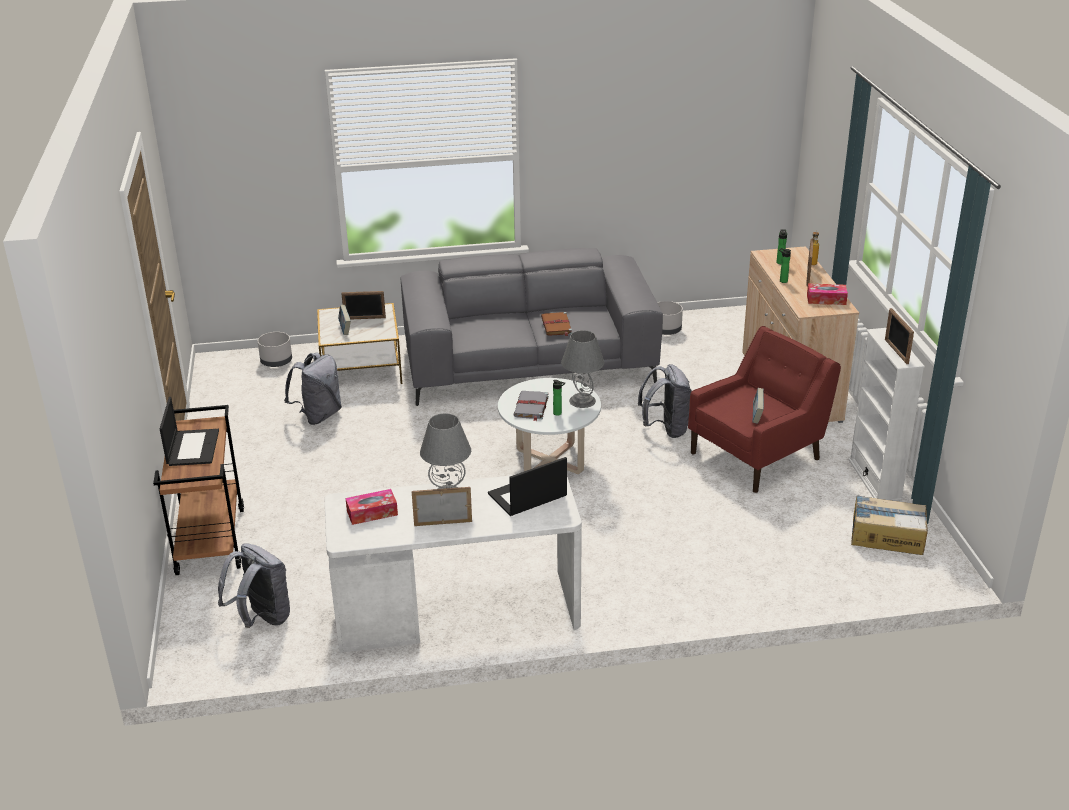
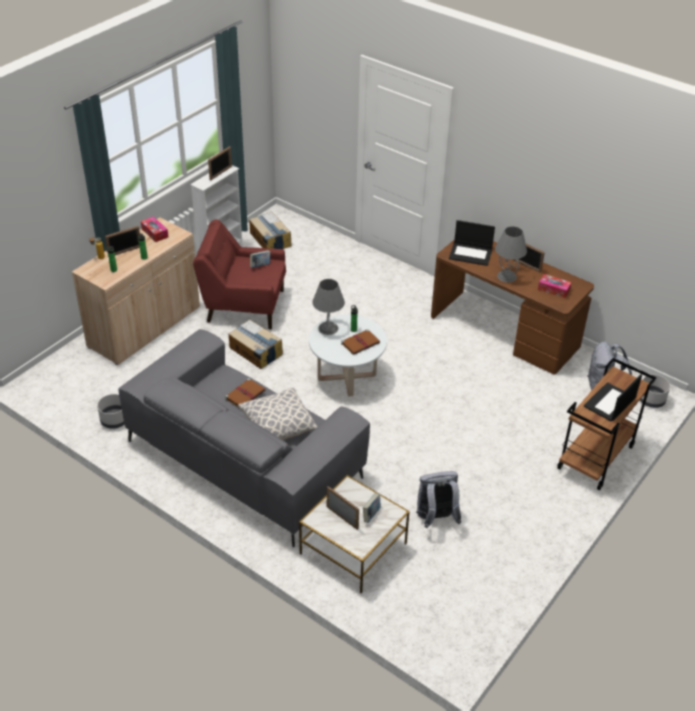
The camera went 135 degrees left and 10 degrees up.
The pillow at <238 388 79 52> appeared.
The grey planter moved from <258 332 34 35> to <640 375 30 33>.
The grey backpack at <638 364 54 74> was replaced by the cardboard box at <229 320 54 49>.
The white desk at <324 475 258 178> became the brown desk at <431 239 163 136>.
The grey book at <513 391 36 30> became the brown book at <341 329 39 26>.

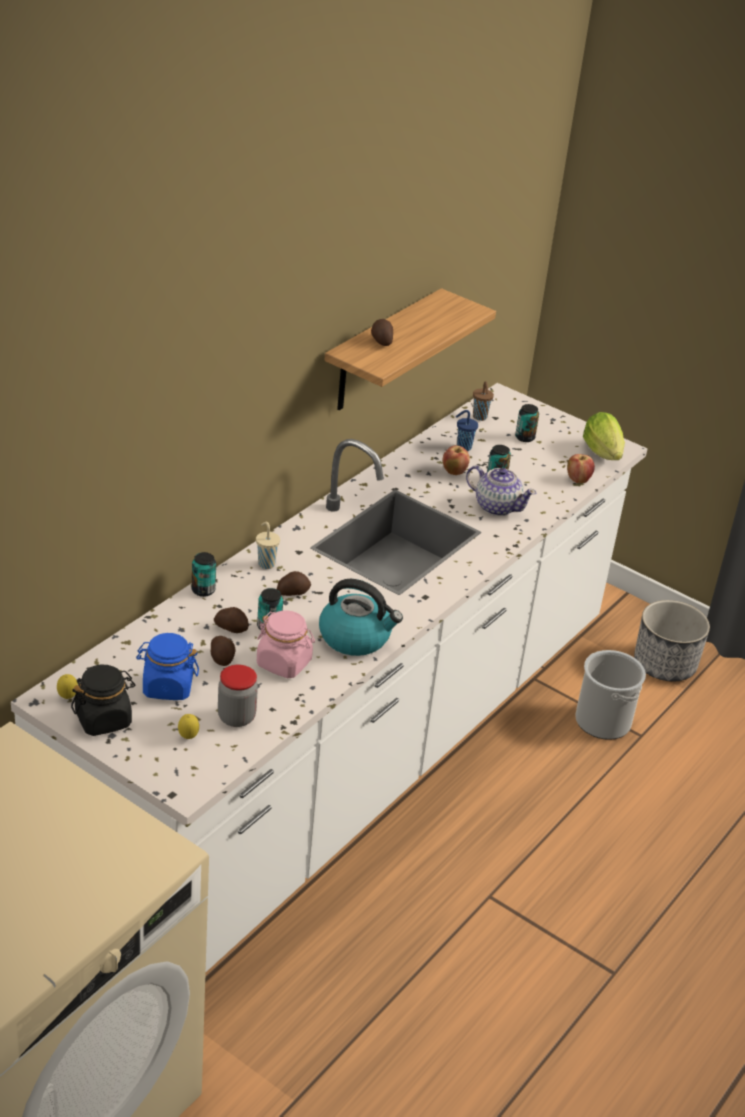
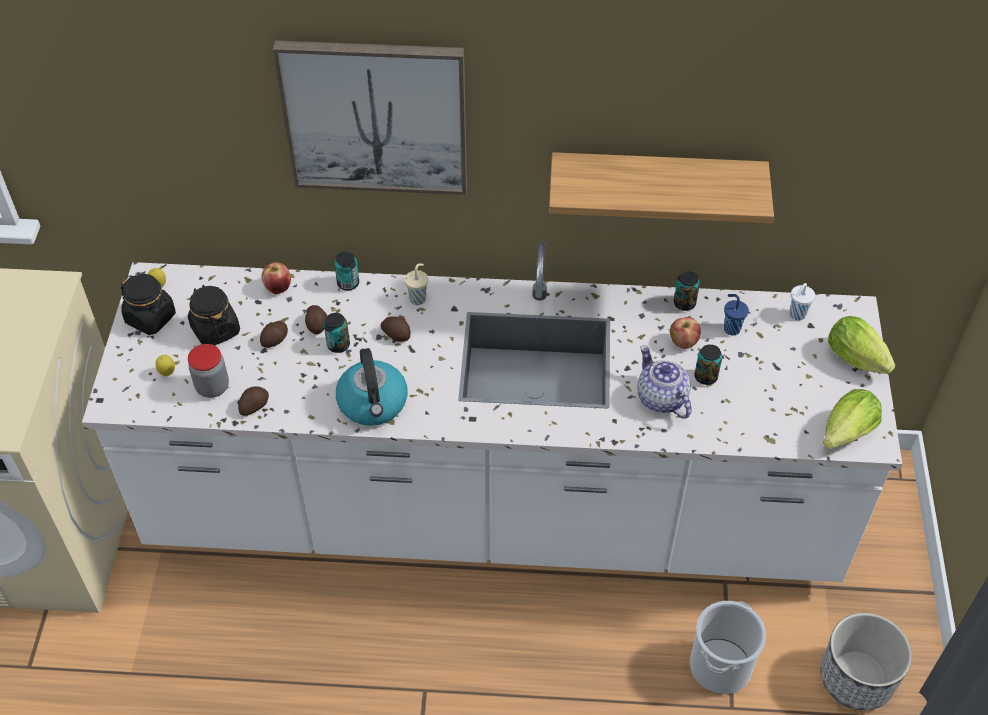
The camera went 60 degrees right and 15 degrees up.
The pink jar at <257 610 58 68> disappeared.
The picture at <273 40 194 155> appeared.
The lettuce at <828 316 68 58> appeared.
The potato moved from <371 319 22 27> to <238 386 31 30>.
The can moved from <515 404 24 38> to <674 271 26 40>.
The apple moved from <567 454 28 29> to <261 262 30 32>.
The blue jar at <136 633 63 67> became the black jar at <188 285 52 61>.
The brown cup at <473 381 21 40> became the white cup at <790 283 25 37>.
The teapot at <466 465 70 51> turned 150 degrees clockwise.

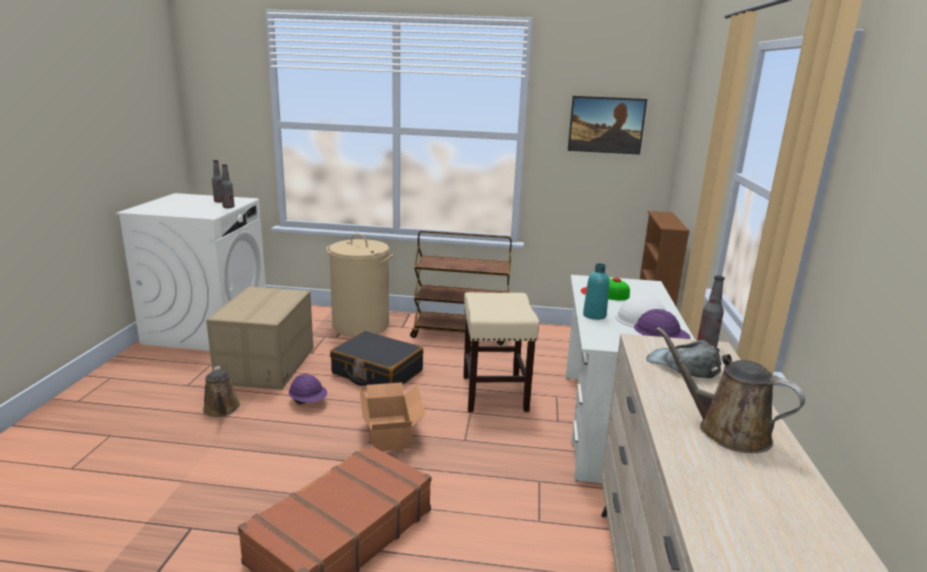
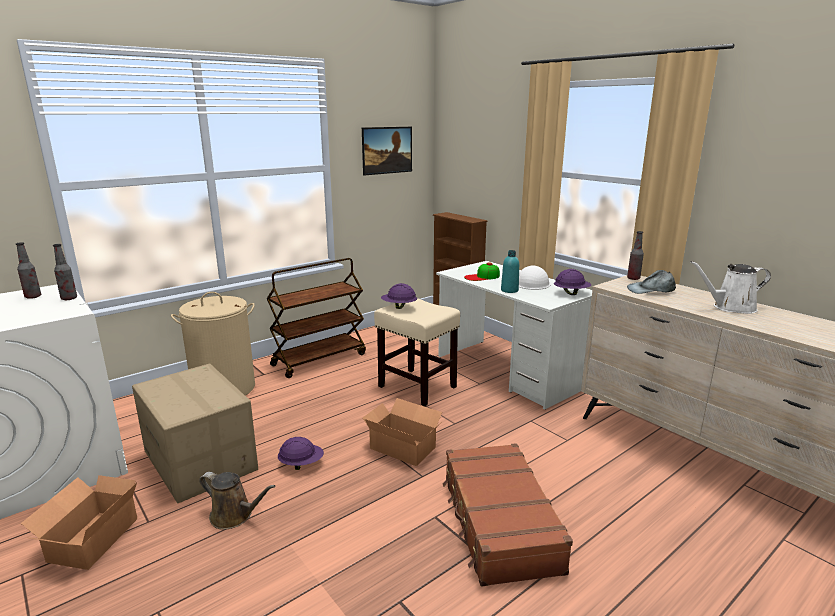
The camera went 45 degrees left and 0 degrees up.
The black suitcase at <330 331 93 55> disappeared.
The cardboard box at <21 475 116 95> appeared.
The purple hard hat at <381 283 36 26> appeared.
The brown watering can at <656 327 149 126> became the white watering can at <690 261 81 53>.

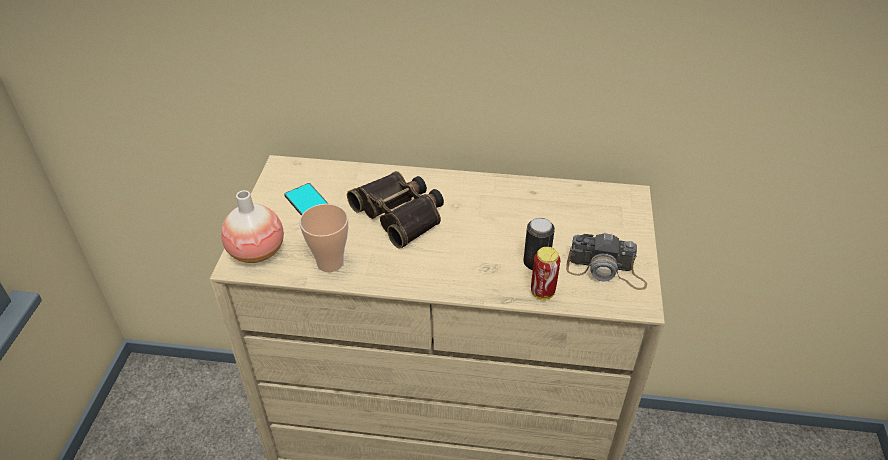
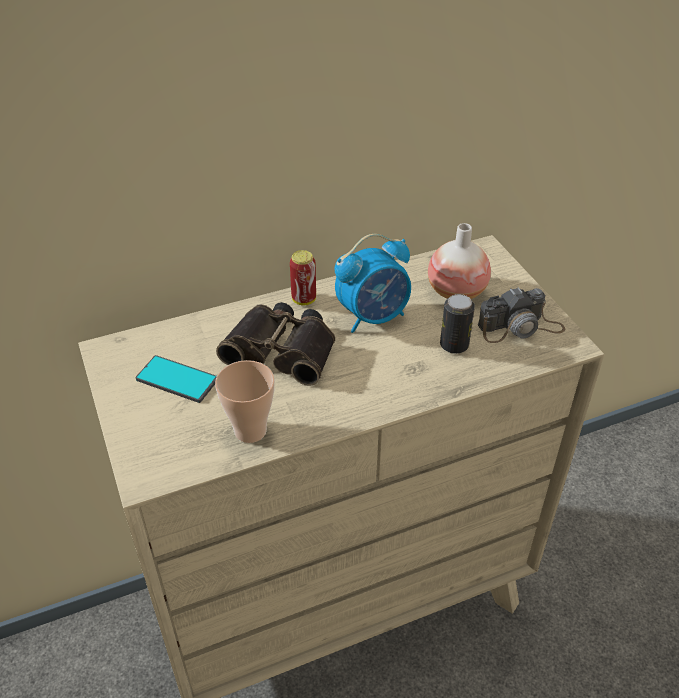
The camera went 30 degrees left and 0 degrees up.
The alarm clock at <335 234 76 99> appeared.
The vase moved from <221 190 63 73> to <428 223 63 76>.
The can moved from <531 247 29 53> to <290 250 26 55>.

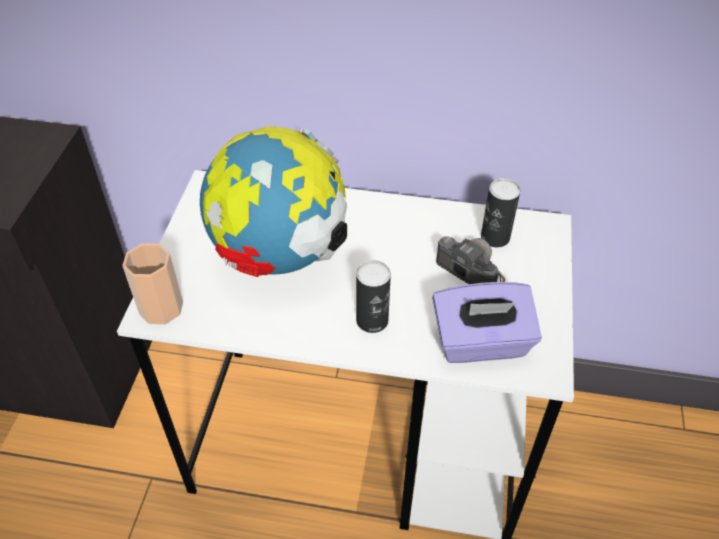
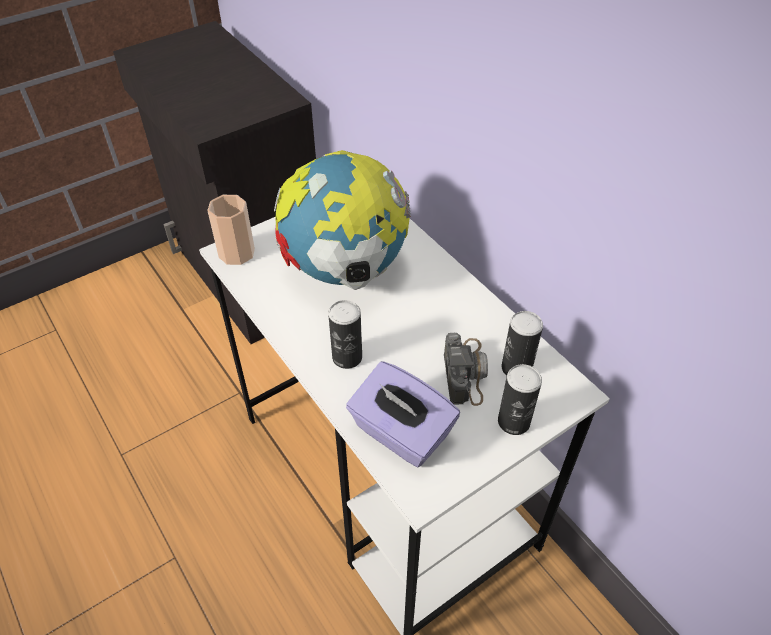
The camera went 45 degrees right and 0 degrees up.
The can at <498 364 44 71> appeared.

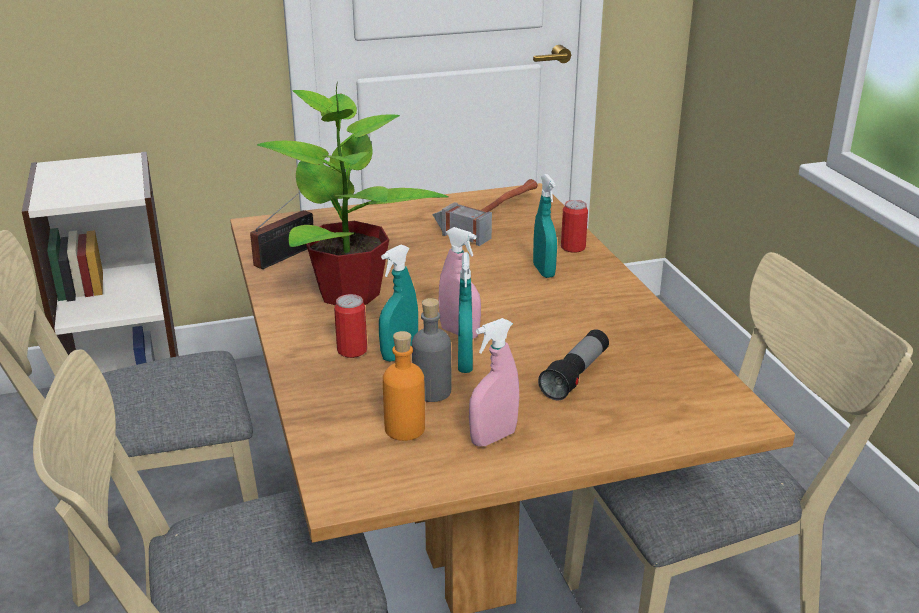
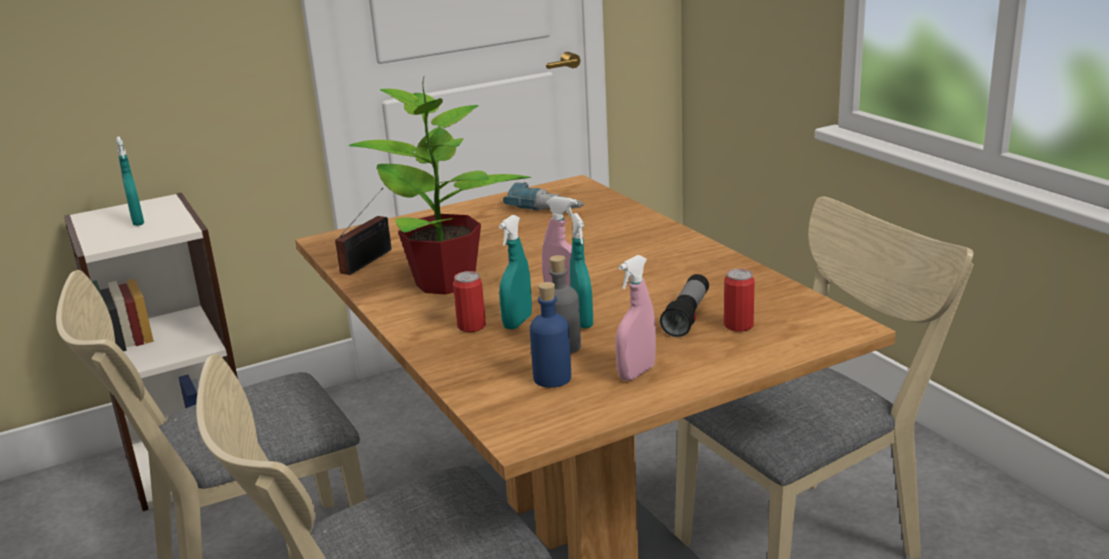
The camera went 10 degrees left and 5 degrees down.
The turquoise spray bottle moved from <533 174 24 104> to <116 136 28 90>.
The can moved from <561 200 27 53> to <724 269 31 63>.
The hammer at <432 179 106 67> was replaced by the power drill at <503 182 81 28>.
The orange bottle at <383 331 42 110> became the blue bottle at <530 282 41 106>.

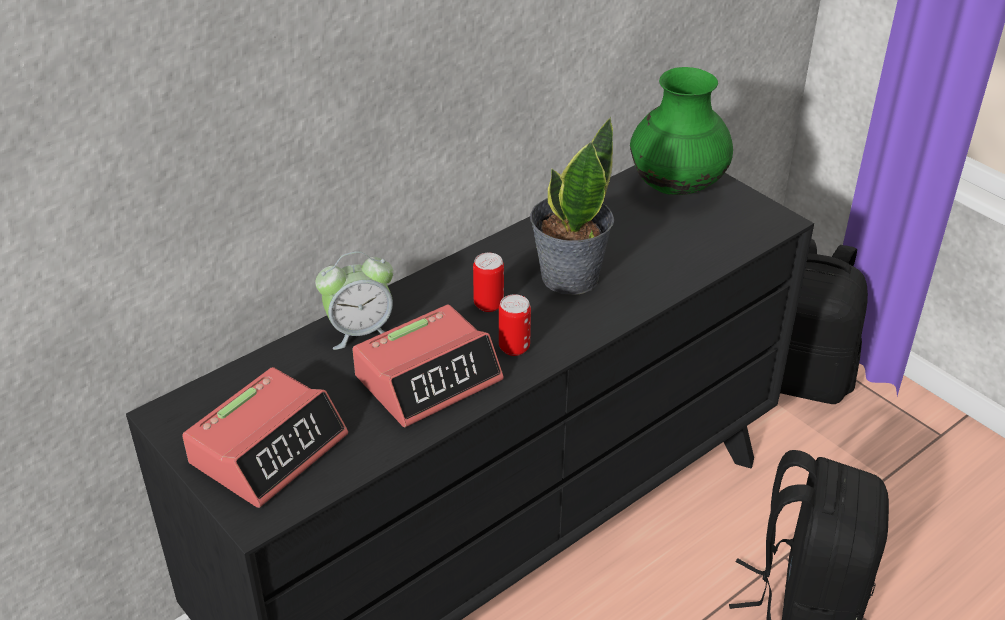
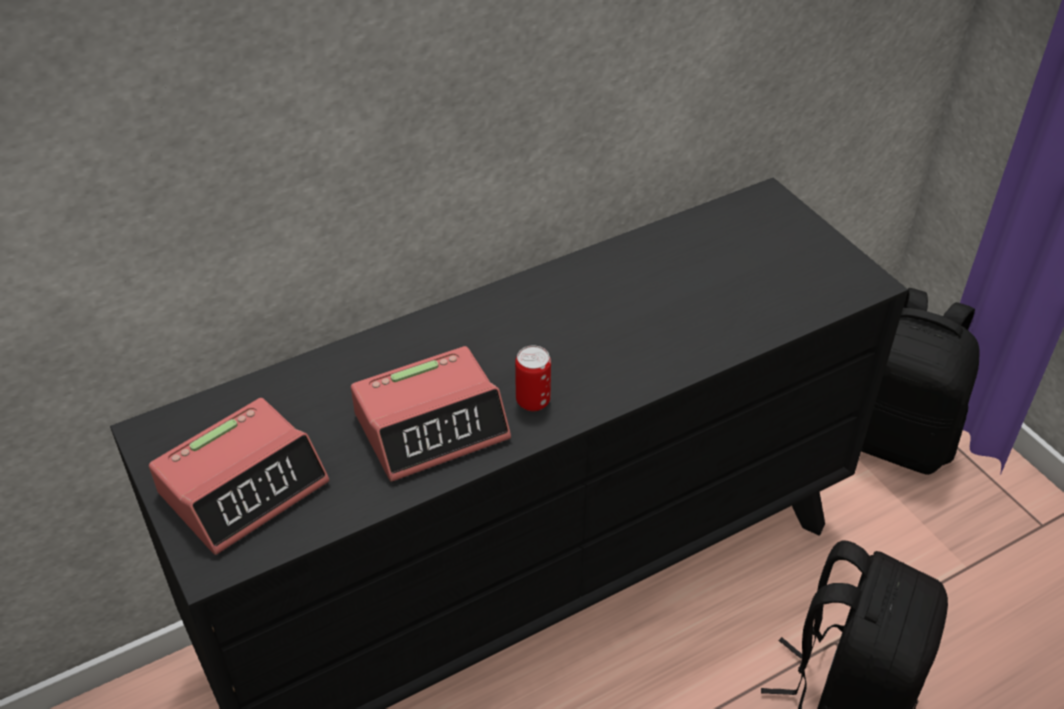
The camera went 10 degrees right and 5 degrees up.
The alarm clock at <315 251 78 99> disappeared.
The can at <473 253 31 59> disappeared.
The potted plant at <530 117 84 178> disappeared.
The green vase at <630 67 103 128> disappeared.

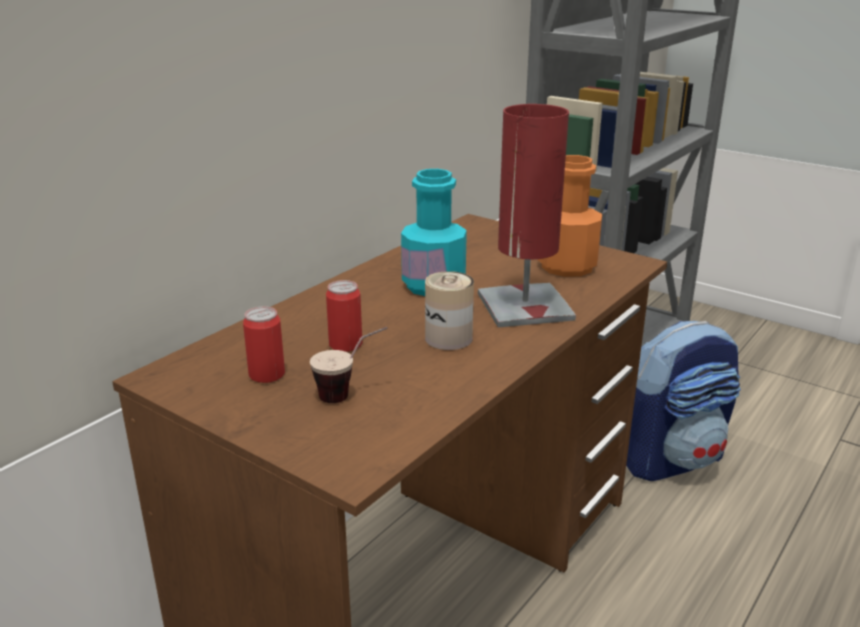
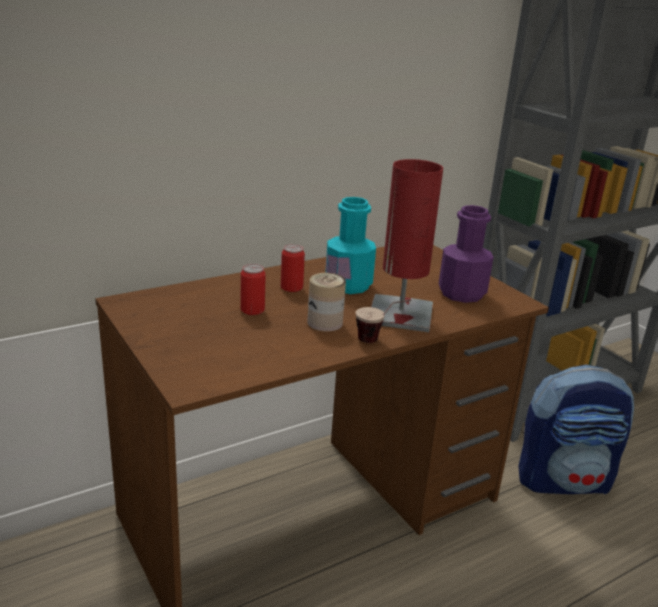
The camera went 20 degrees right and 0 degrees up.
The can moved from <243 306 42 77> to <281 244 24 48>.
The cup moved from <310 327 78 76> to <356 299 56 44>.
The orange bottle at <538 155 64 122> became the purple bottle at <439 205 55 98>.

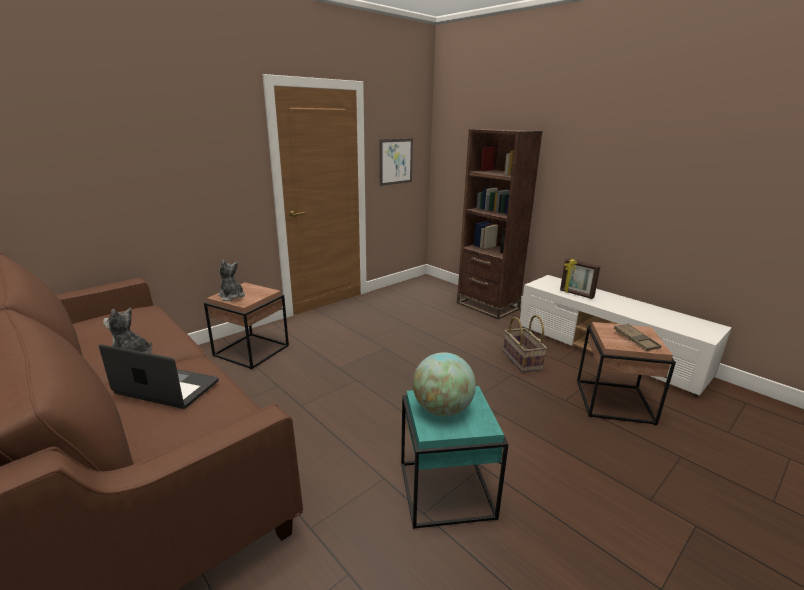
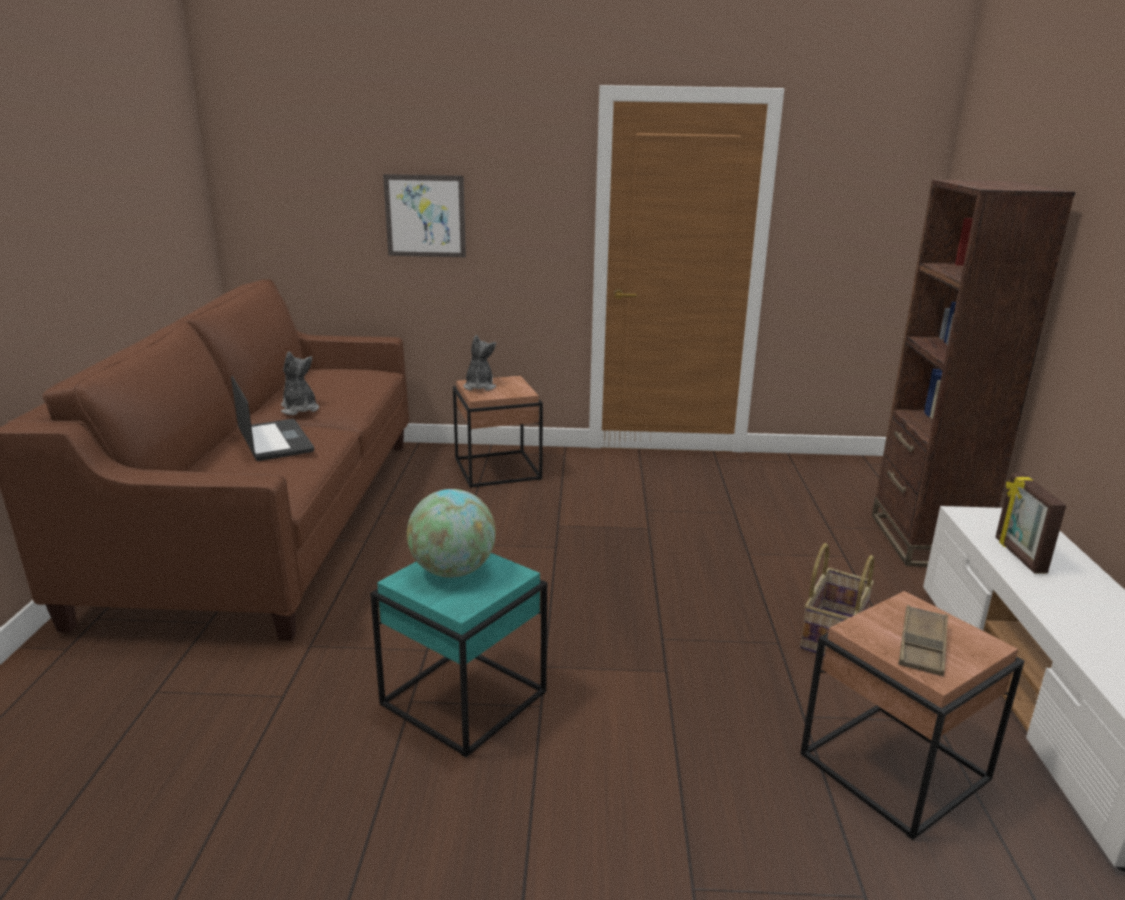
The camera went 45 degrees right and 0 degrees up.
The picture moved from <379 138 34 48> to <383 174 83 83>.

